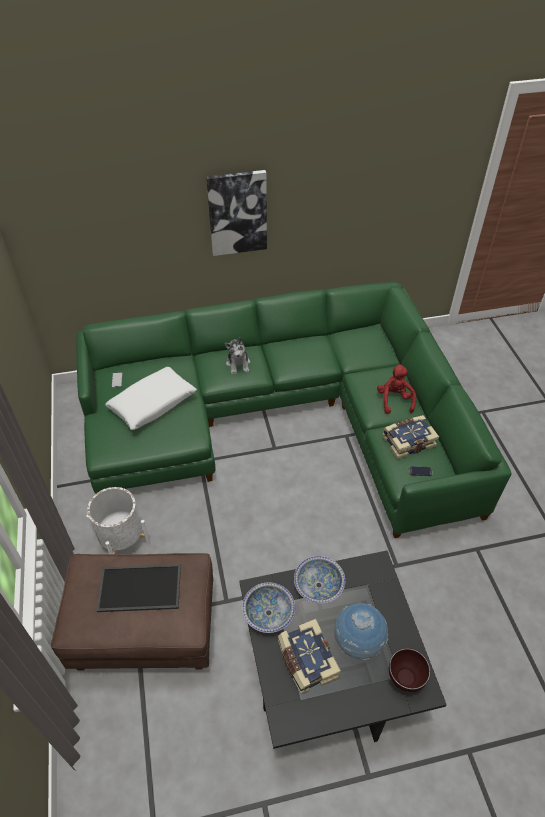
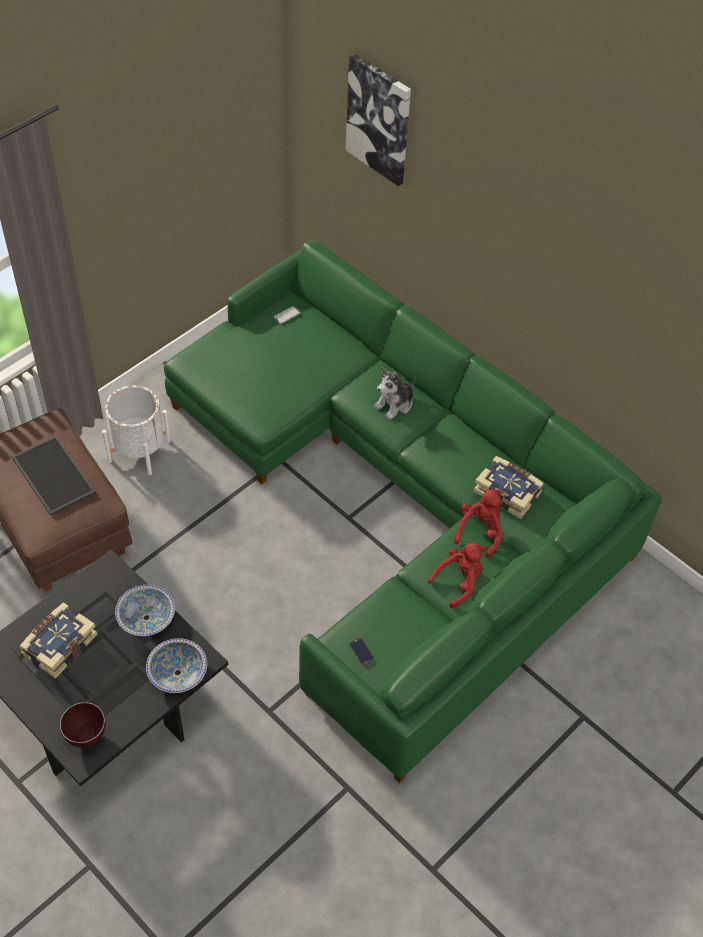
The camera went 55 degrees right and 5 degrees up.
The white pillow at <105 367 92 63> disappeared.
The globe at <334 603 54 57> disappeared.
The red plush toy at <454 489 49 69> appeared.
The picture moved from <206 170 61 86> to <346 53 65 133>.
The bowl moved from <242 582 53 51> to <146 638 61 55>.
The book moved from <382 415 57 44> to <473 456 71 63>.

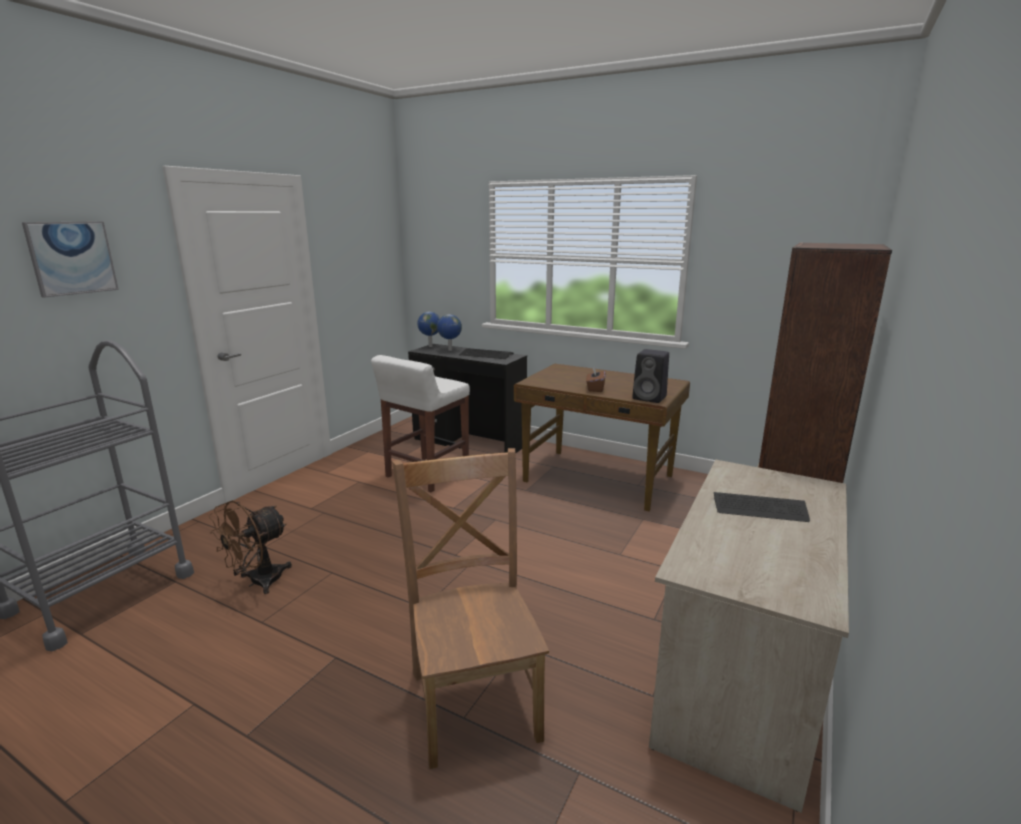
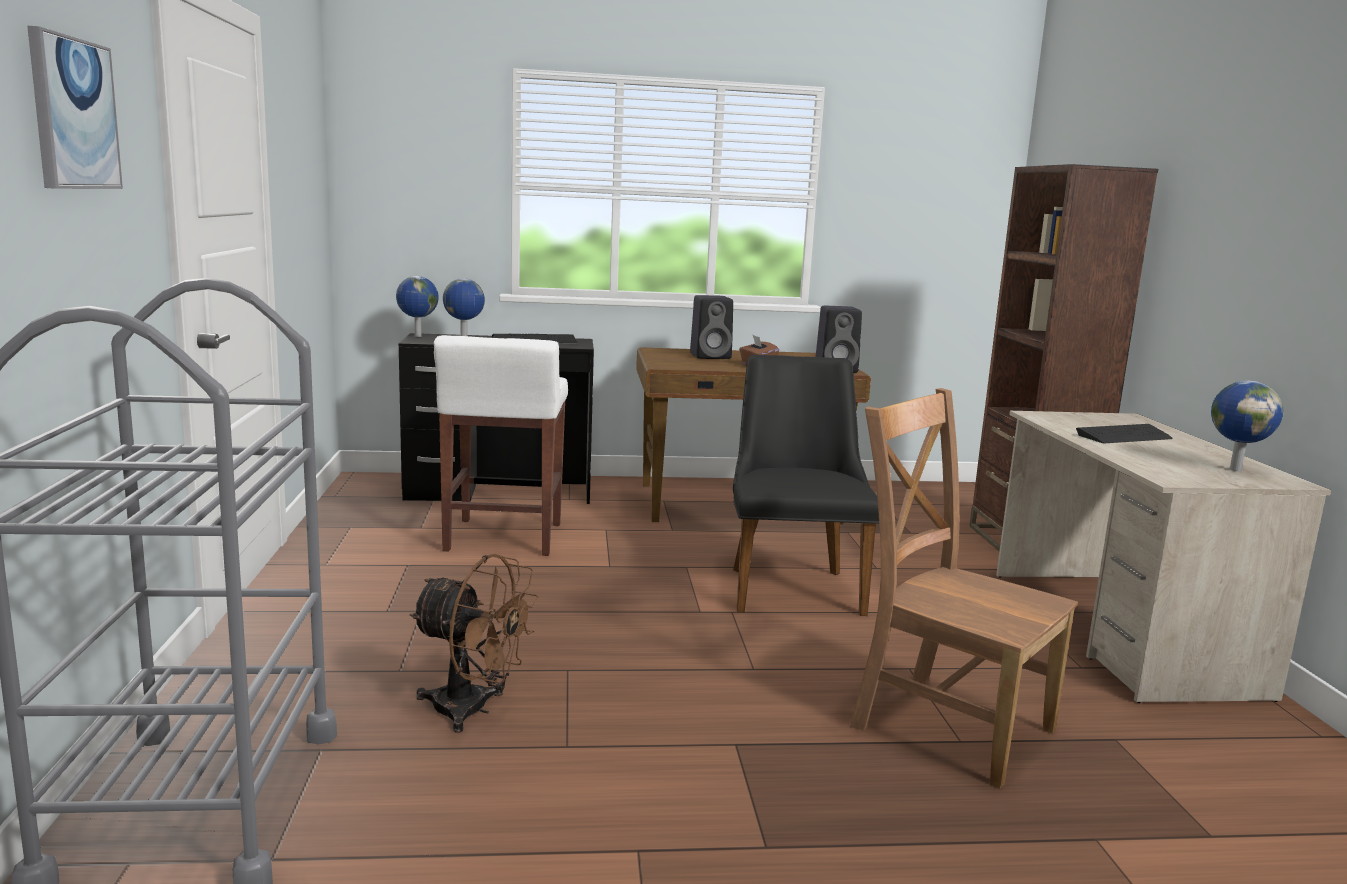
The camera went 35 degrees left and 5 degrees down.
The black speaker at <690 295 43 64> appeared.
The black chair at <733 354 146 262> appeared.
The globe at <1211 381 72 90> appeared.
The brown fan at <209 500 83 94> turned 75 degrees counterclockwise.

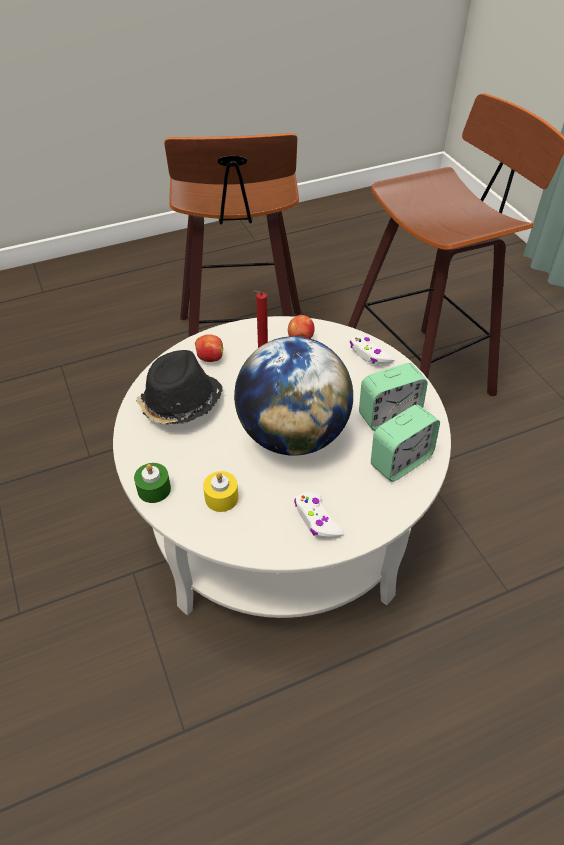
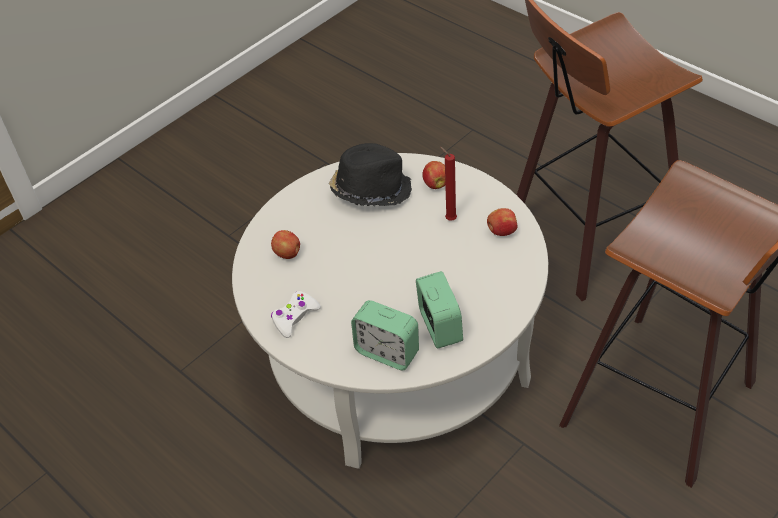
The camera went 70 degrees right and 0 degrees up.
The green candle at <134 463 37 40> disappeared.
The globe at <234 336 119 120> disappeared.
The white game controller at <350 335 45 30> disappeared.
The yellow candle at <203 471 36 41> was replaced by the apple at <271 230 29 29>.
The alarm clock at <359 363 69 68> turned 150 degrees counterclockwise.

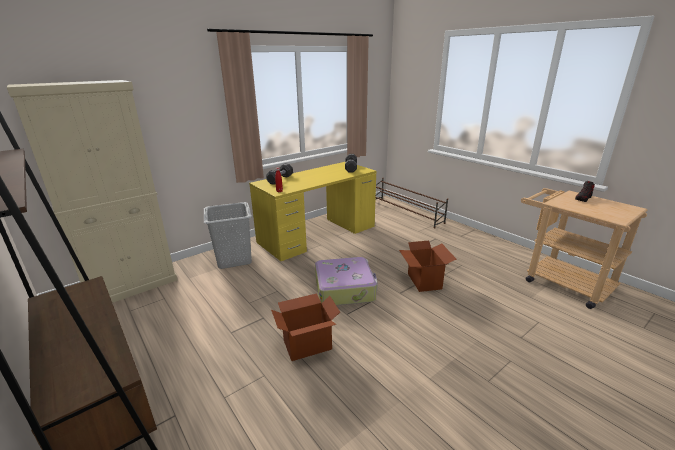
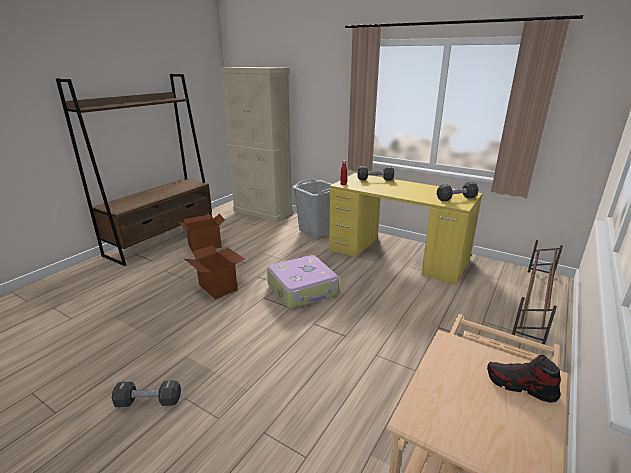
The camera went 70 degrees right and 0 degrees up.
The black dumbbell at <112 380 69 27> appeared.
The cardboard box moved from <399 241 57 51> to <178 214 47 38>.

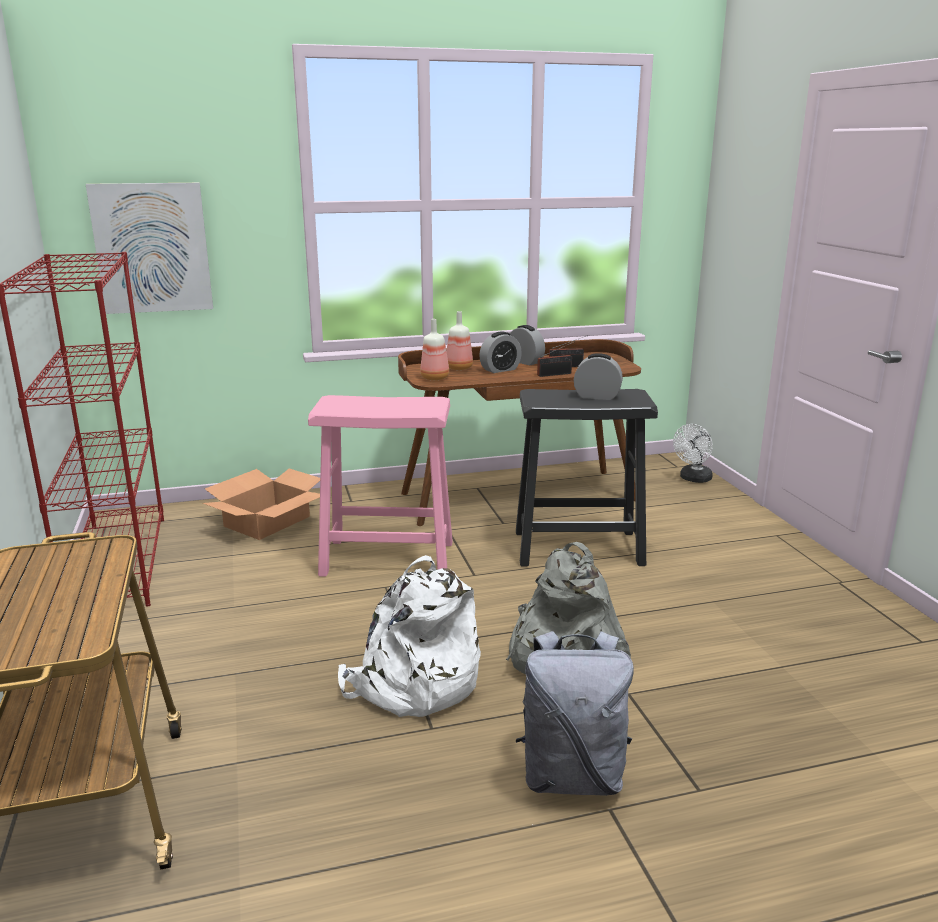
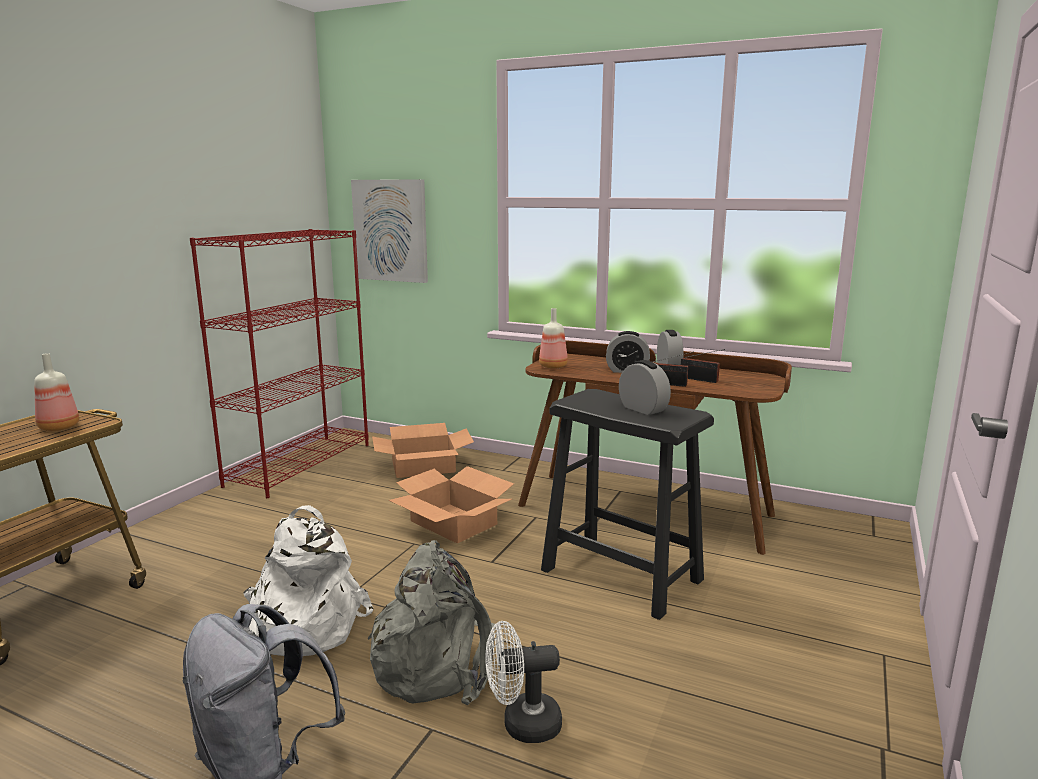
The camera went 40 degrees right and 5 degrees down.
The bottle moved from <446 311 27 59> to <34 353 45 78>.
The white fan moved from <673 424 40 59> to <485 621 77 122>.
The pink stool at <308 395 145 182> was replaced by the cardboard box at <389 466 125 77>.

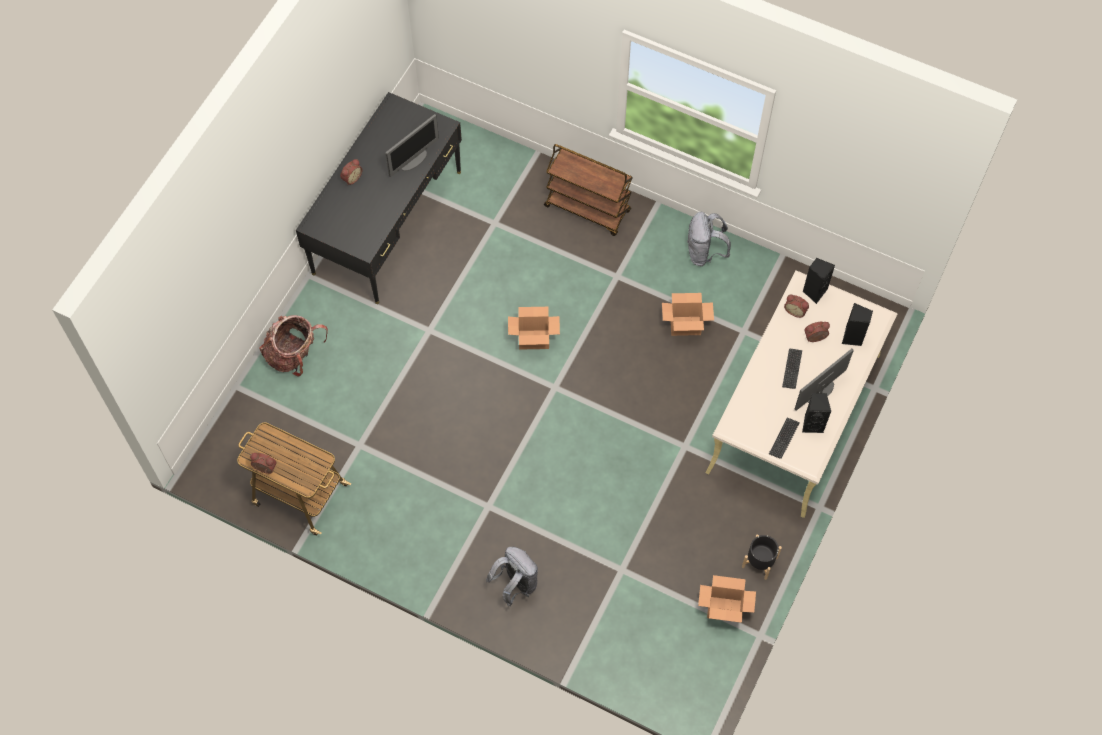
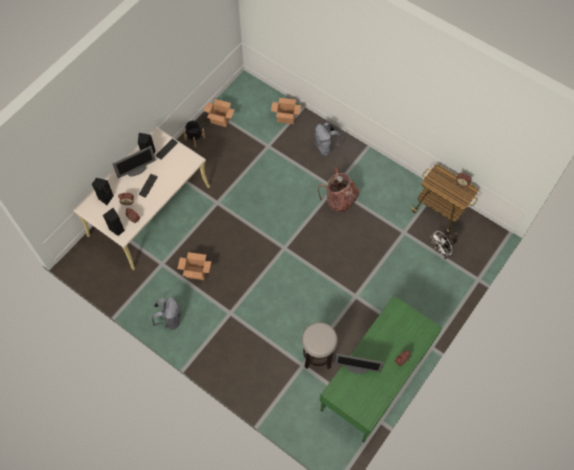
The camera went 170 degrees left and 0 degrees up.
The brown cart at <544 144 89 92> disappeared.
The stool at <302 322 36 48> appeared.
The white fan at <430 231 29 28> appeared.
The backpack moved from <259 315 69 62> to <318 167 41 45>.
The cardboard box moved from <508 307 52 43> to <271 98 30 26>.
The black desk at <296 92 166 212> became the green desk at <320 296 122 146>.
The monitor at <385 114 54 63> turned 135 degrees counterclockwise.

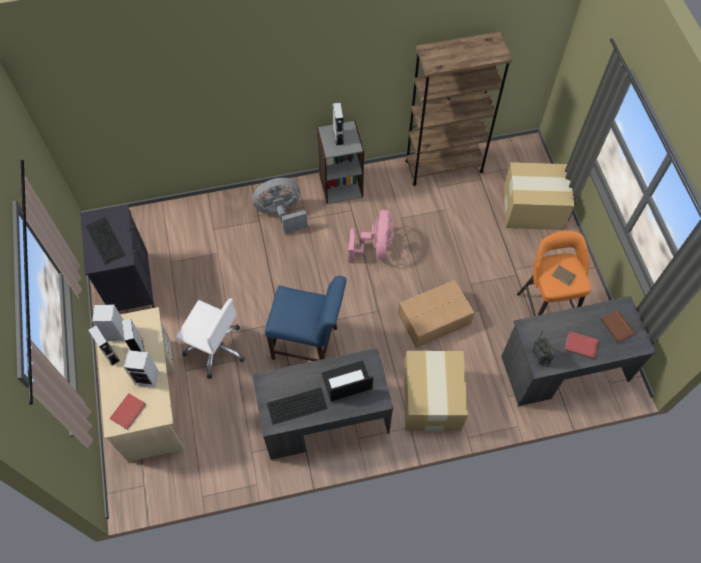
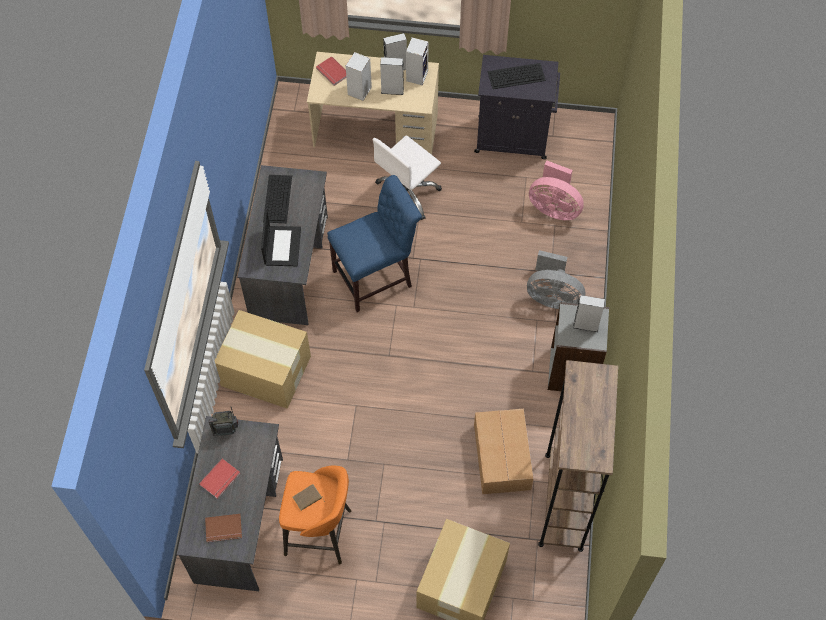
The camera went 110 degrees right and 0 degrees up.
The pink fan moved from <348 210 46 53> to <529 161 55 59>.
The cardboard box moved from <398 280 77 68> to <474 409 60 85>.
The grey fan at <253 178 55 56> turned 105 degrees clockwise.
The blue chair at <265 276 82 85> turned 150 degrees counterclockwise.

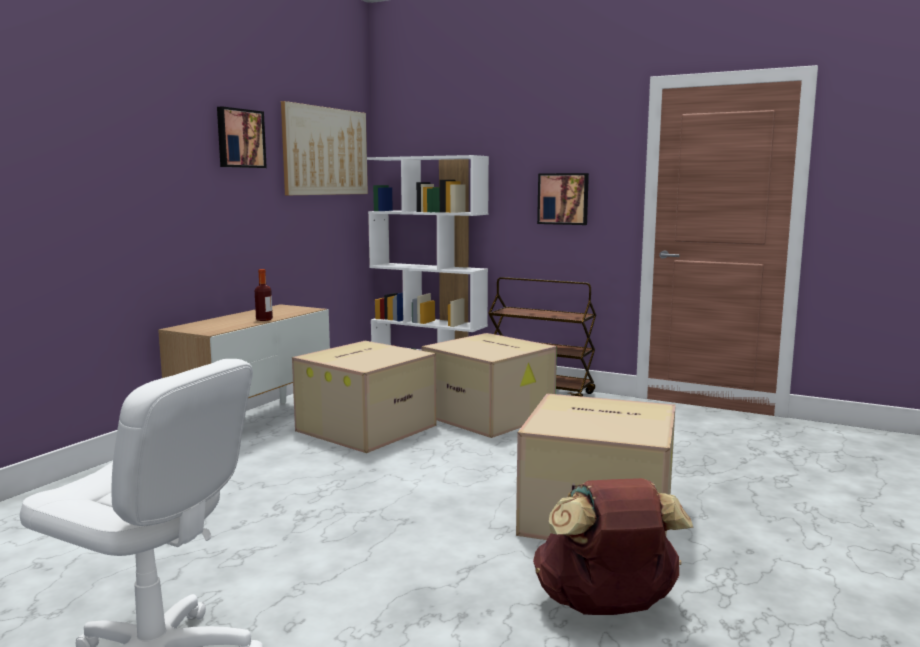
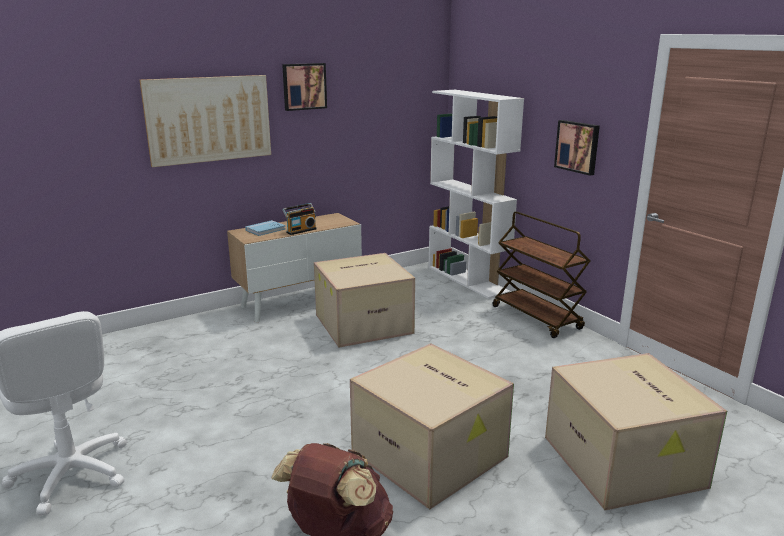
The camera went 30 degrees right and 10 degrees up.
The blue book at <245 220 41 16> appeared.
The picture moved from <281 101 87 94> to <140 75 131 92>.
The cardboard box moved from <422 333 135 105> to <545 353 182 157>.
The bottle at <255 269 18 52> was replaced by the radio at <282 203 35 32>.

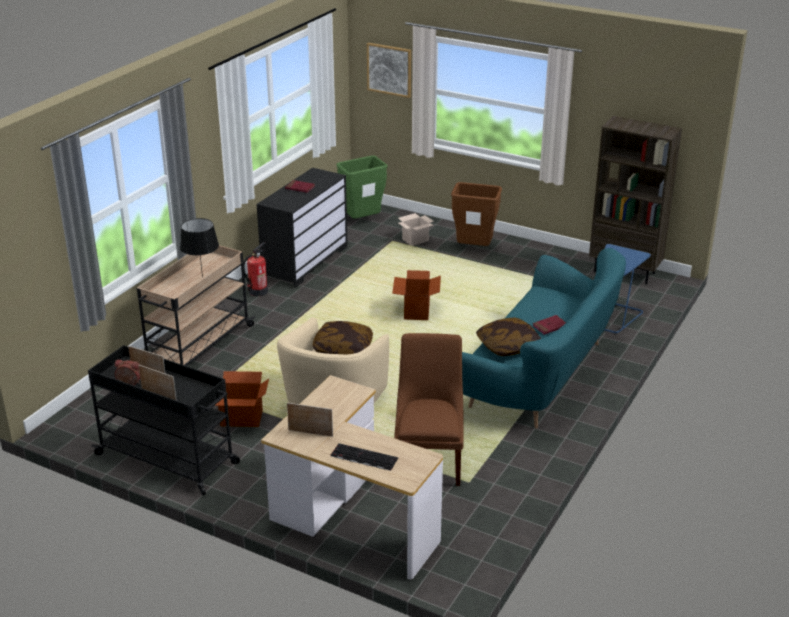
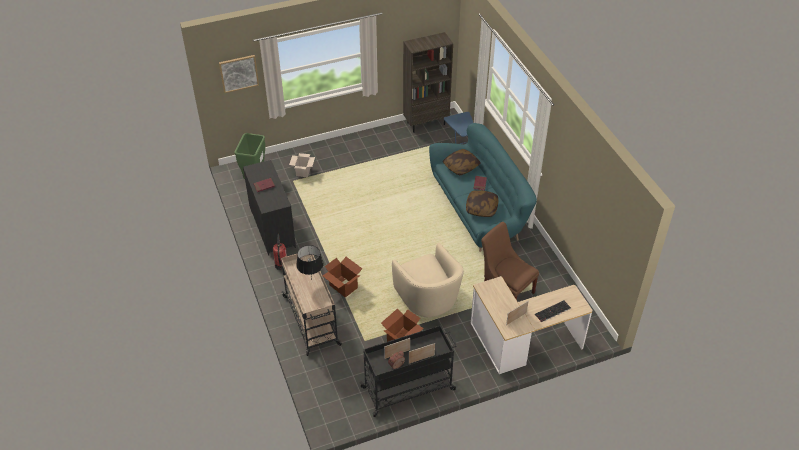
The camera went 50 degrees left and 15 degrees up.
The brown trash can at <451 182 51 64> disappeared.
The pillow moved from <313 321 60 33> to <443 149 38 26>.
The cardboard box moved from <392 270 49 50> to <322 257 40 40>.

